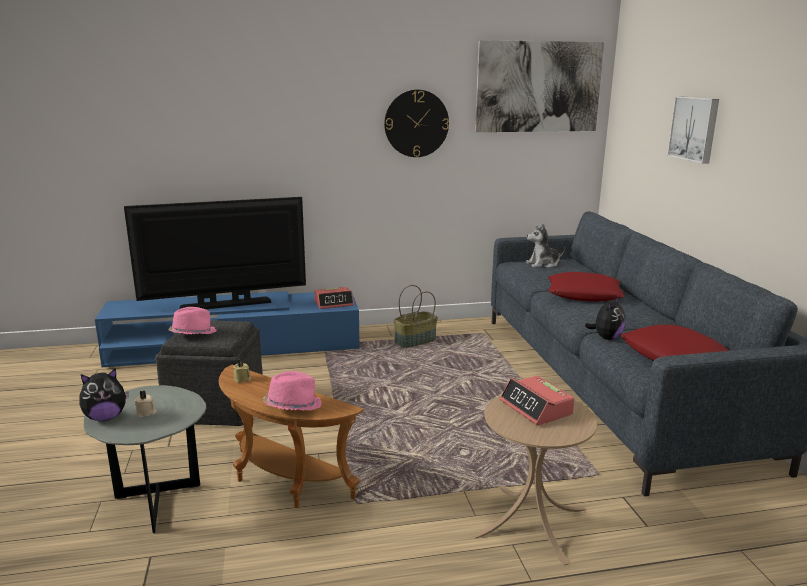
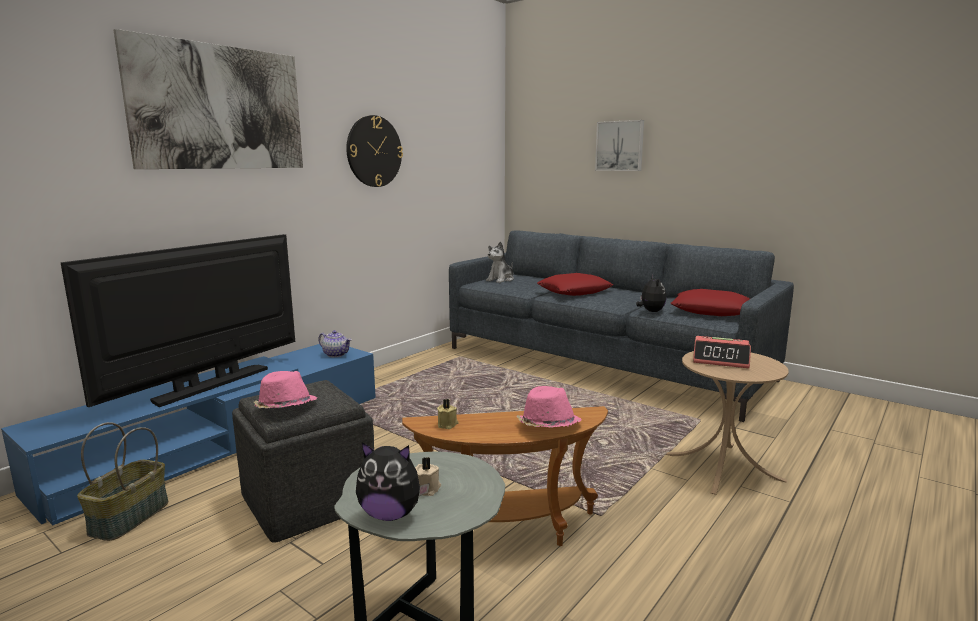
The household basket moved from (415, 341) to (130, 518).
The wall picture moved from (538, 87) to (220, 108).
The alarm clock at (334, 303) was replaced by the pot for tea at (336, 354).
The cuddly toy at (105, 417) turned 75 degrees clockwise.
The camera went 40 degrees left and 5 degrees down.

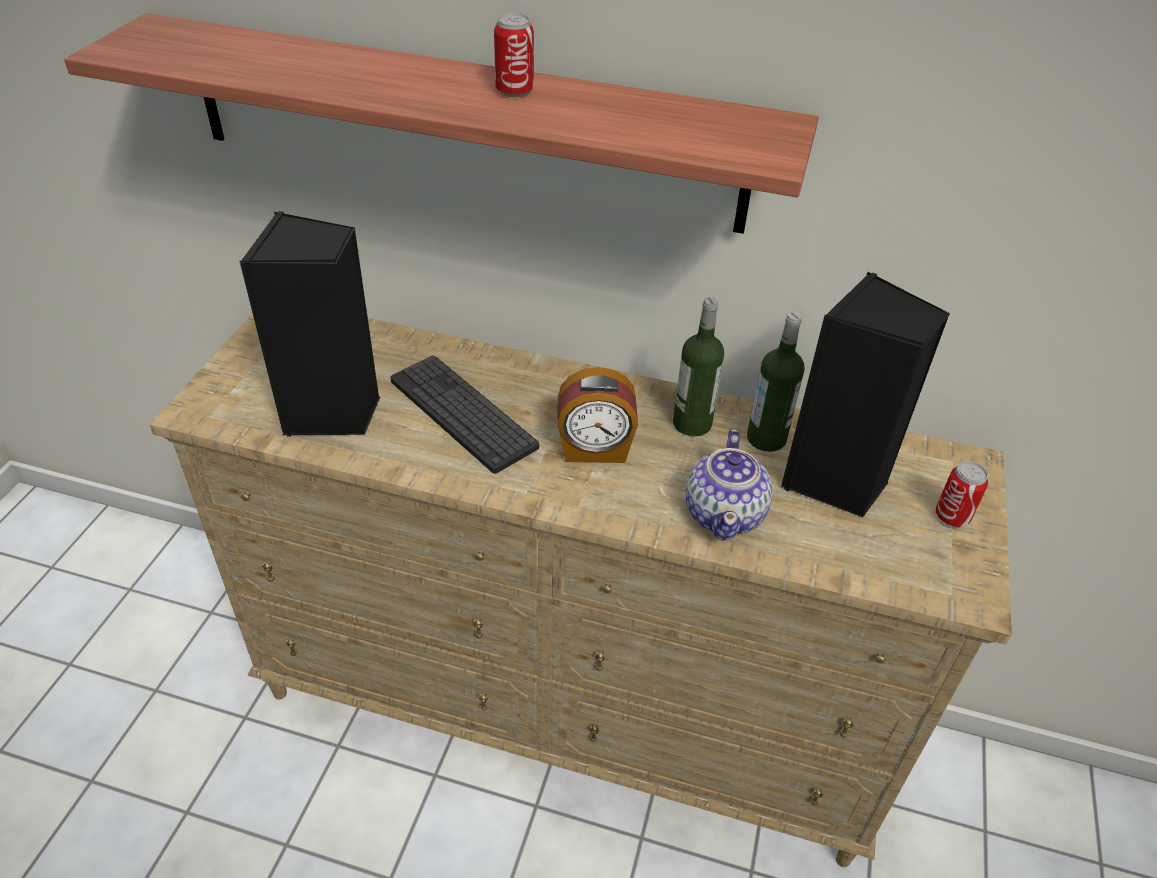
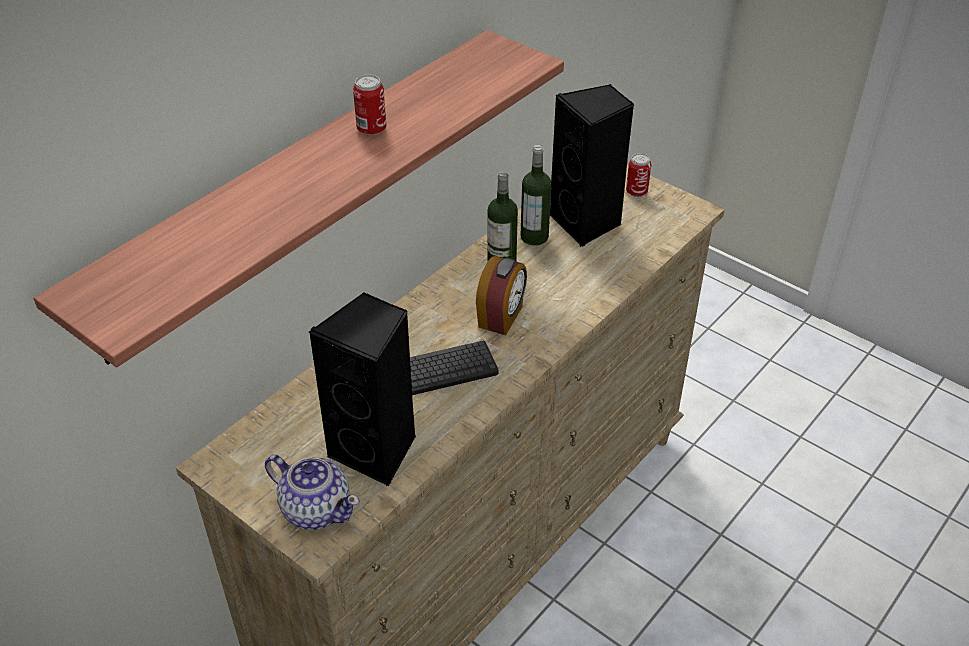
The pot for tea moved from (725, 513) to (316, 508).
The camera went 65 degrees left and 0 degrees up.

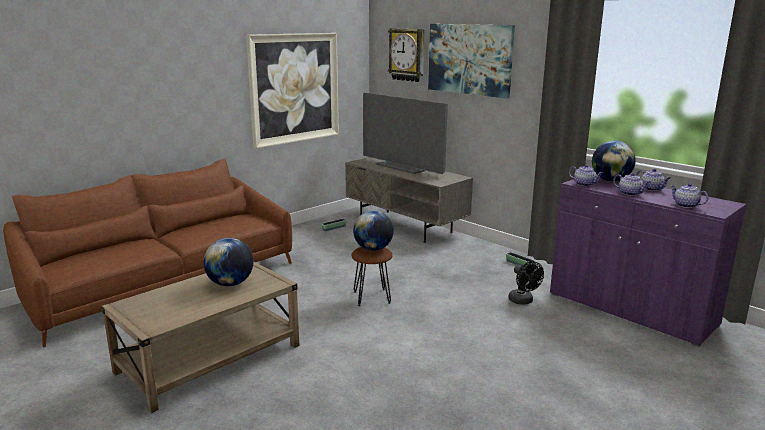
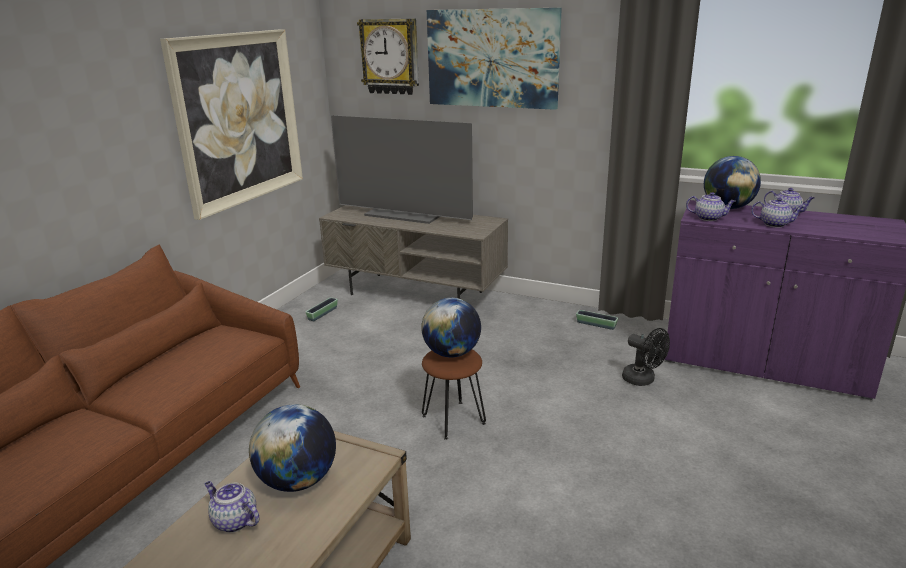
The pot for tea moved from (685, 205) to (234, 521).
The camera went 20 degrees left and 5 degrees up.

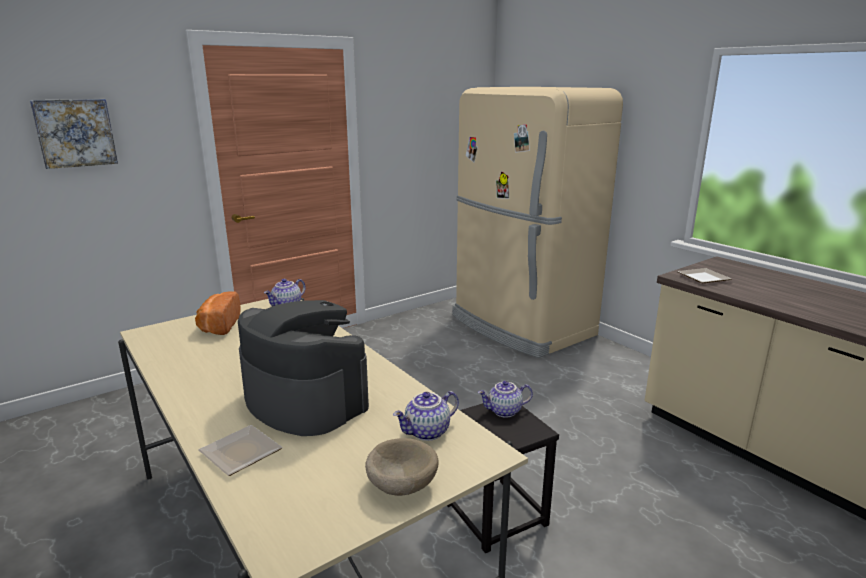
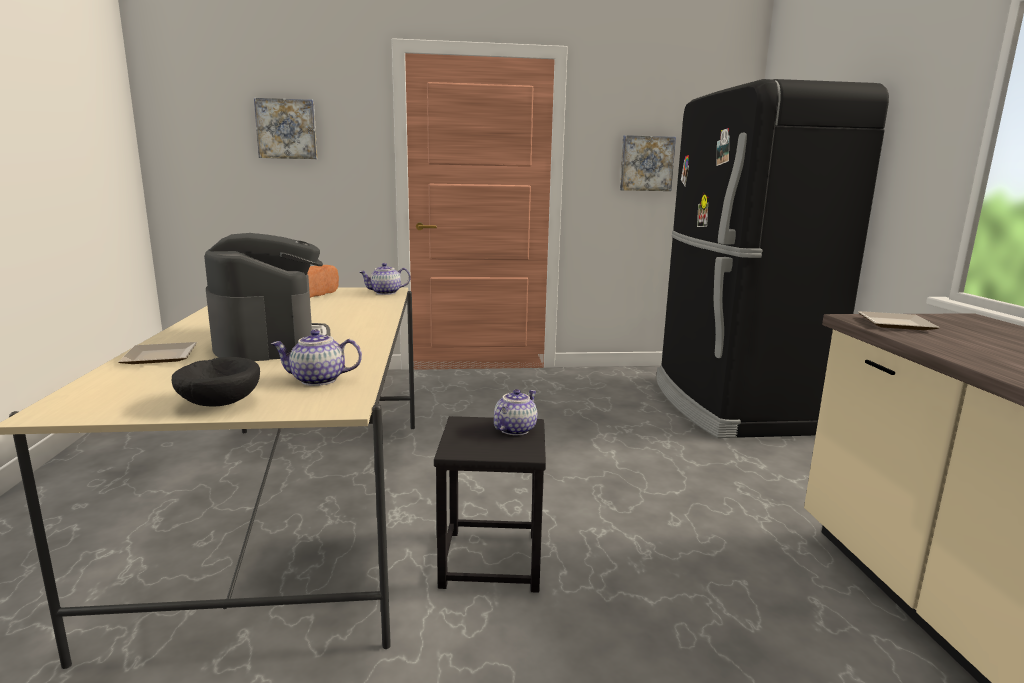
The bowl (sand-coloured) at (400, 485) became the bowl (blackish) at (219, 402).
The pot for tea at (504, 411) turned 105 degrees clockwise.
The wall picture at (646, 163) appeared.
The kitchen fridge (sand-coloured) at (521, 326) became the kitchen fridge (blackish) at (731, 405).
The camera went 30 degrees right and 5 degrees down.

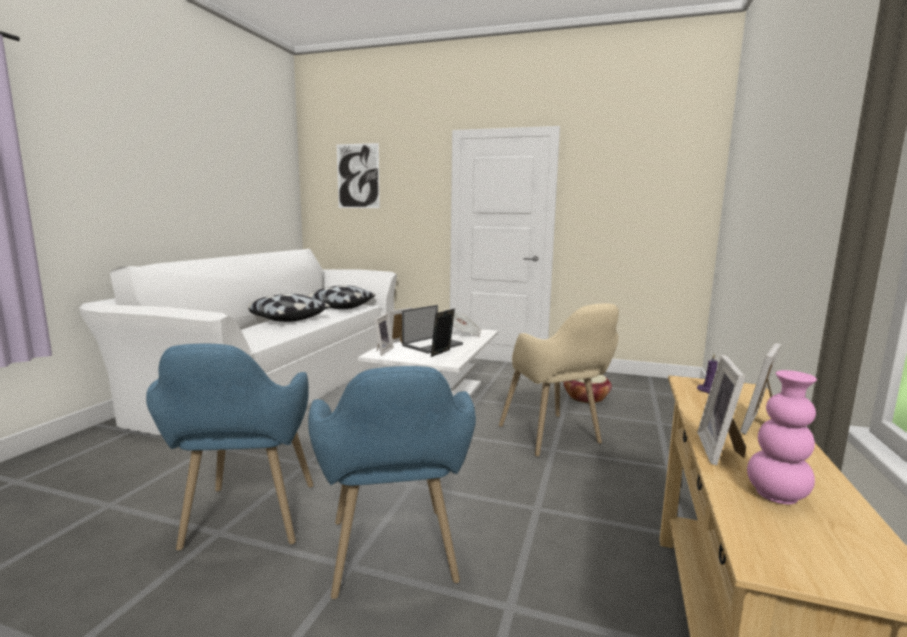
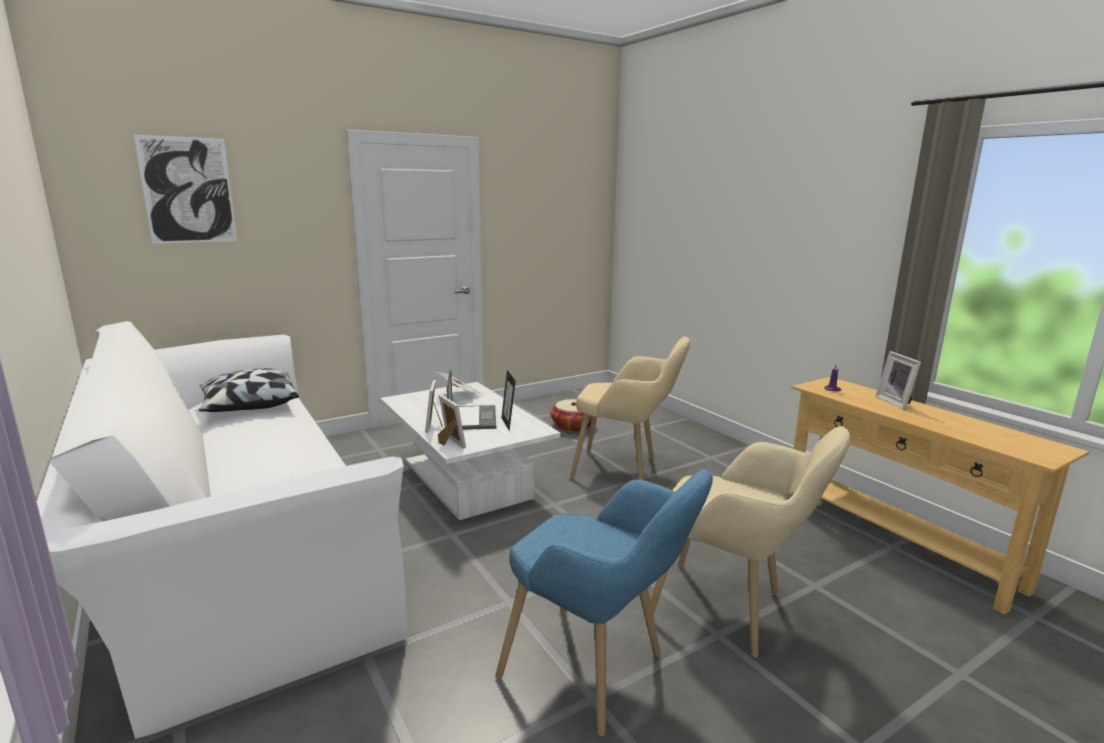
The lounge chair (bluish) at (393, 565) became the lounge chair (sand-coloured) at (733, 613).
The cushion at (285, 319) disappeared.
The photo frame at (721, 450) disappeared.
The vase (pink-coloured) at (776, 496) disappeared.
The camera went 50 degrees left and 5 degrees up.

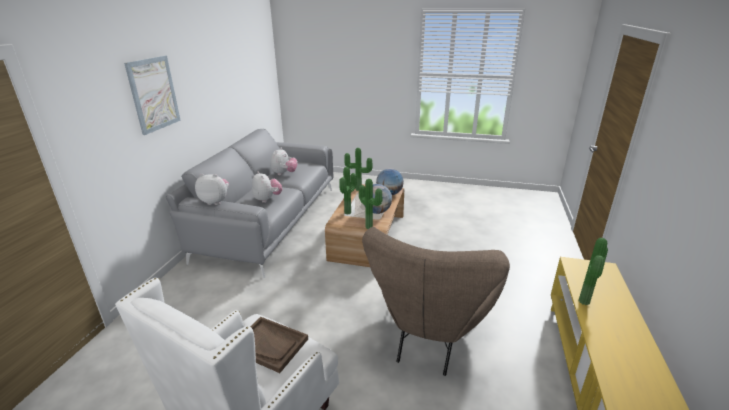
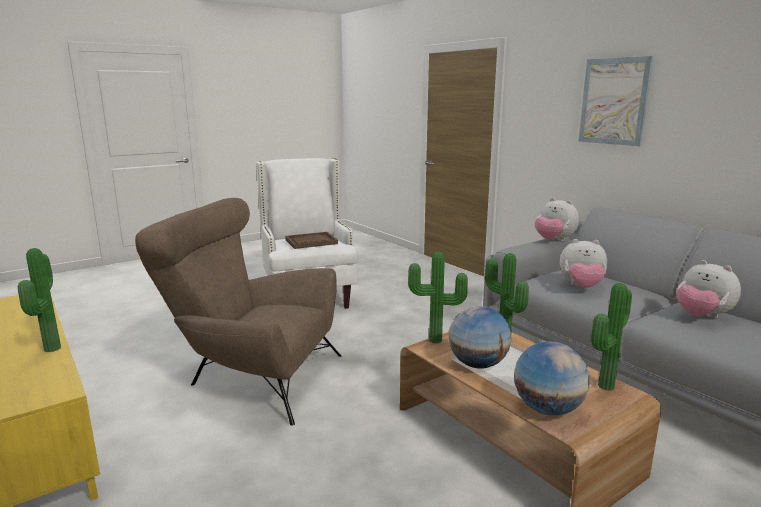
The lounge chair (brownish) at (430, 337) turned 45 degrees counterclockwise.
The cuddly toy at (215, 201) turned 90 degrees clockwise.
The camera went 130 degrees right and 10 degrees down.

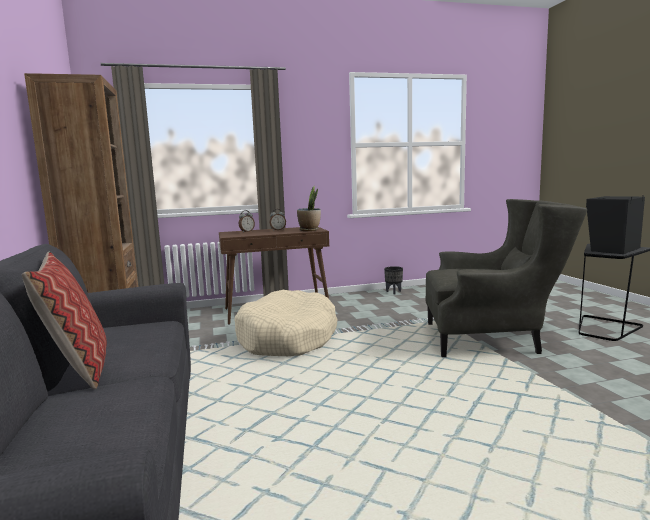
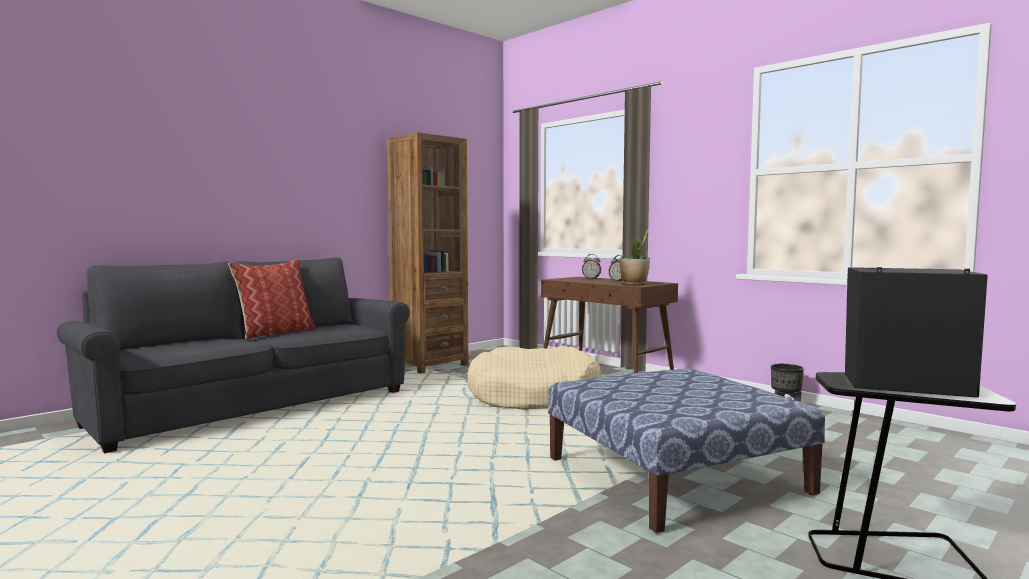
The lounge chair (grey) at (492, 339) was replaced by the pouffe at (674, 476).
The camera went 60 degrees right and 5 degrees down.

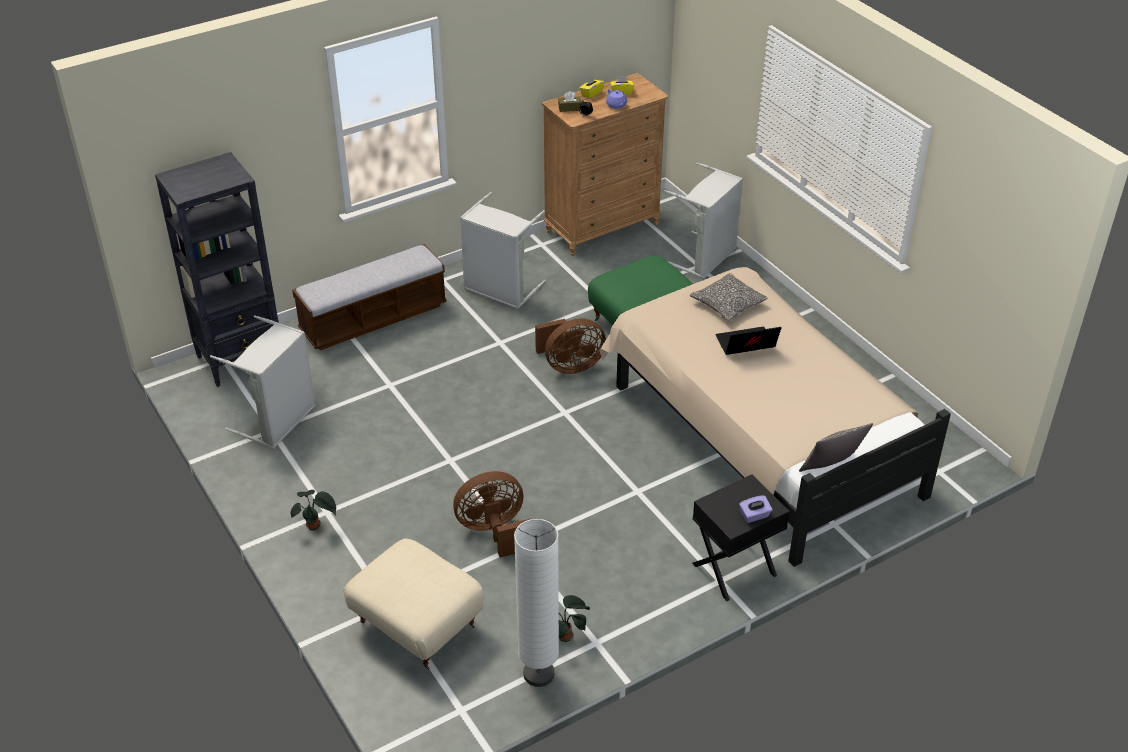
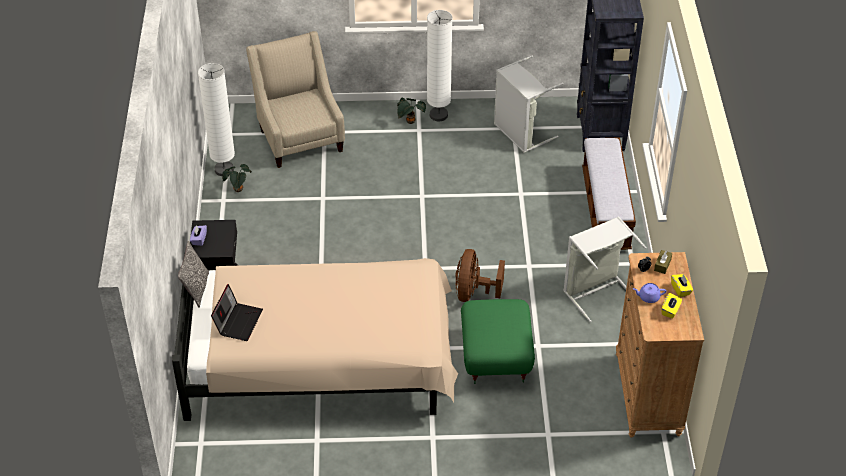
The laptop moved from (745, 345) to (238, 321).
The pouffe (sand-coloured) at (416, 626) was replaced by the lounge chair (sand-coloured) at (299, 136).
The floor lamp (white) at (438, 115) appeared.
The electric fan (brownish) at (495, 532) disappeared.
The washing basket (grey) at (705, 258) disappeared.
The cushion at (728, 304) disappeared.
The camera went 120 degrees right and 5 degrees up.

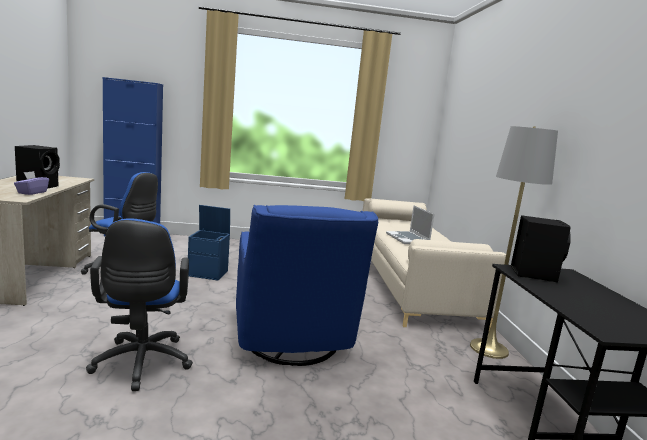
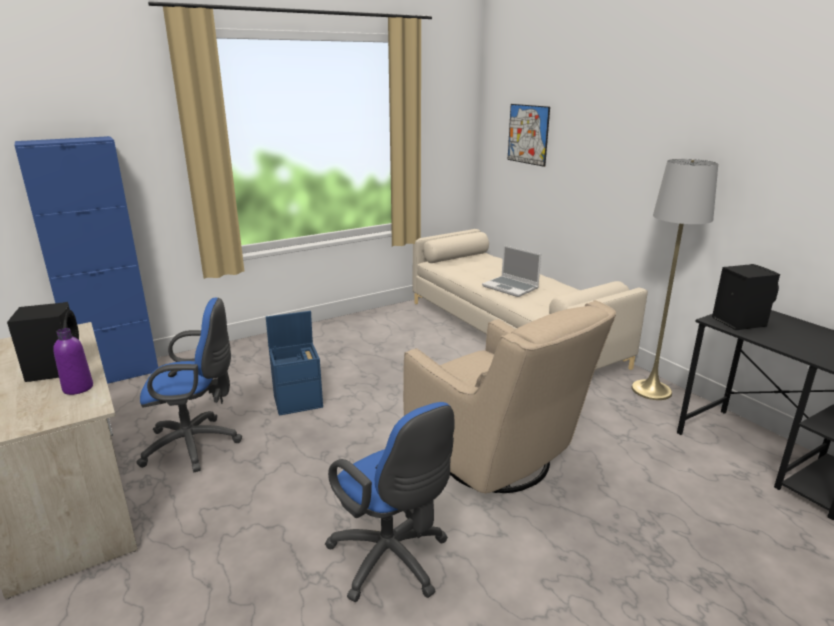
The tissue holder (purplish) at (32, 192) was replaced by the beverage bottle (purplish) at (78, 388).
The lounge chair (bluish) at (292, 343) became the lounge chair (sand-coloured) at (498, 461).
The wall picture at (528, 134) appeared.
The camera went 25 degrees left and 10 degrees up.

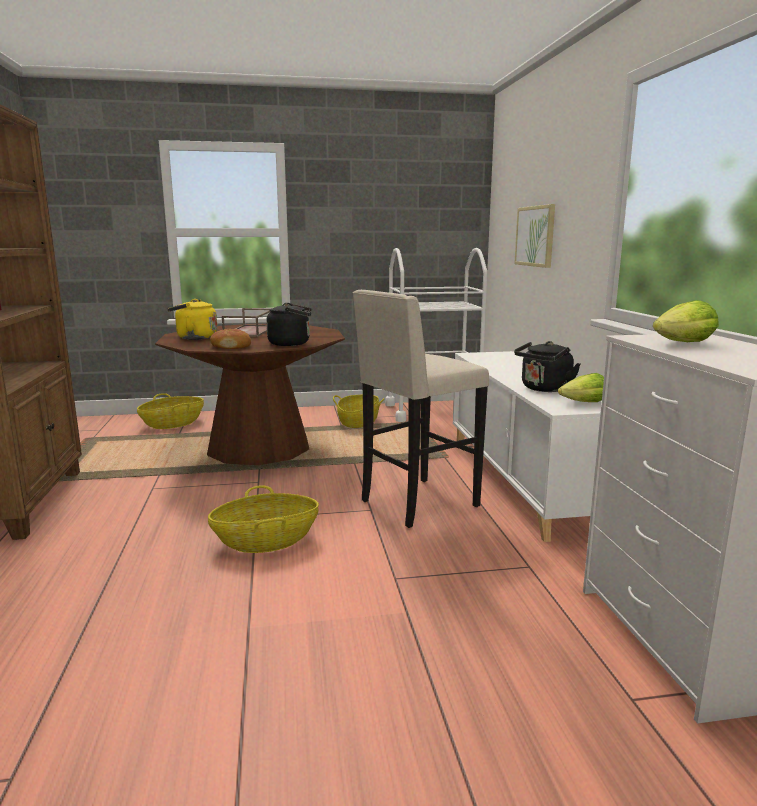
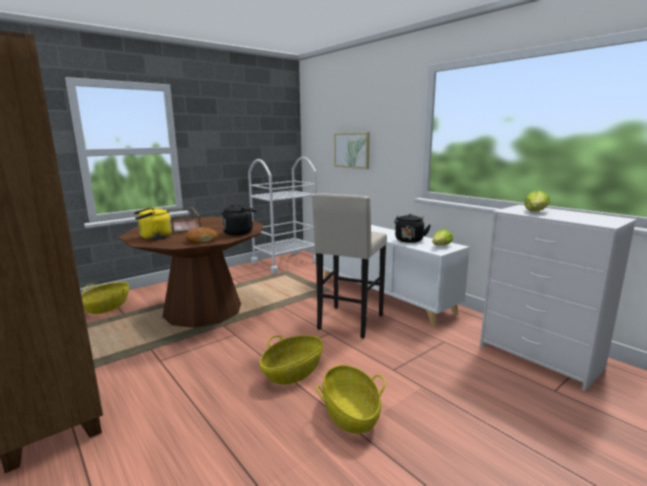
The household basket moved from (358, 422) to (350, 413).
The camera went 30 degrees left and 0 degrees up.

